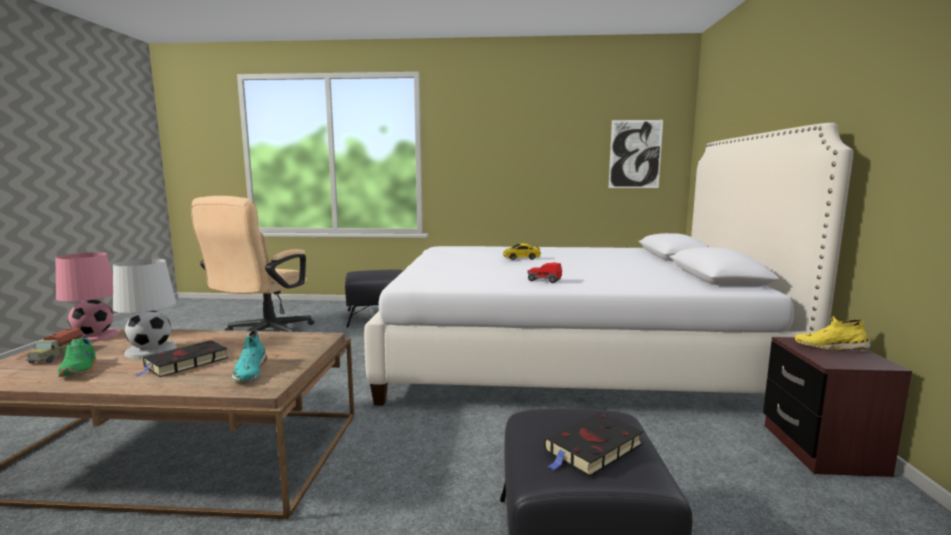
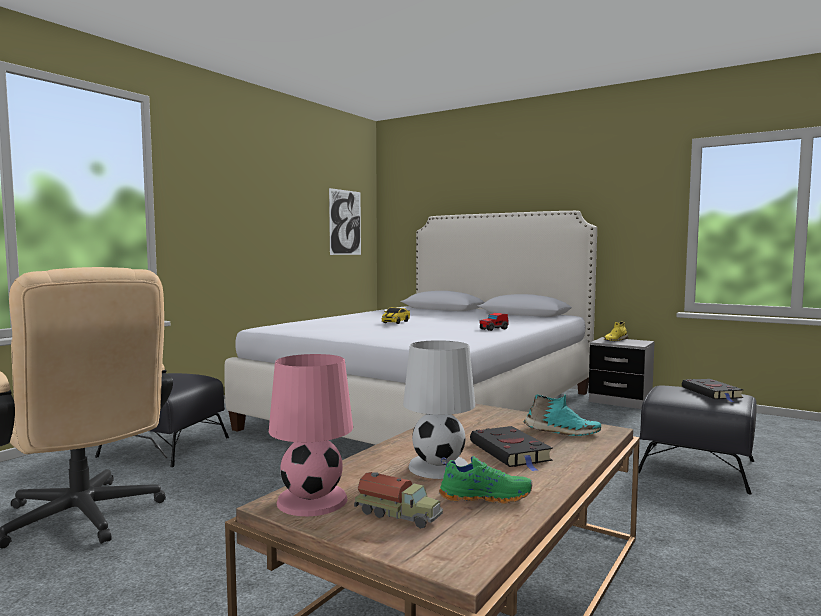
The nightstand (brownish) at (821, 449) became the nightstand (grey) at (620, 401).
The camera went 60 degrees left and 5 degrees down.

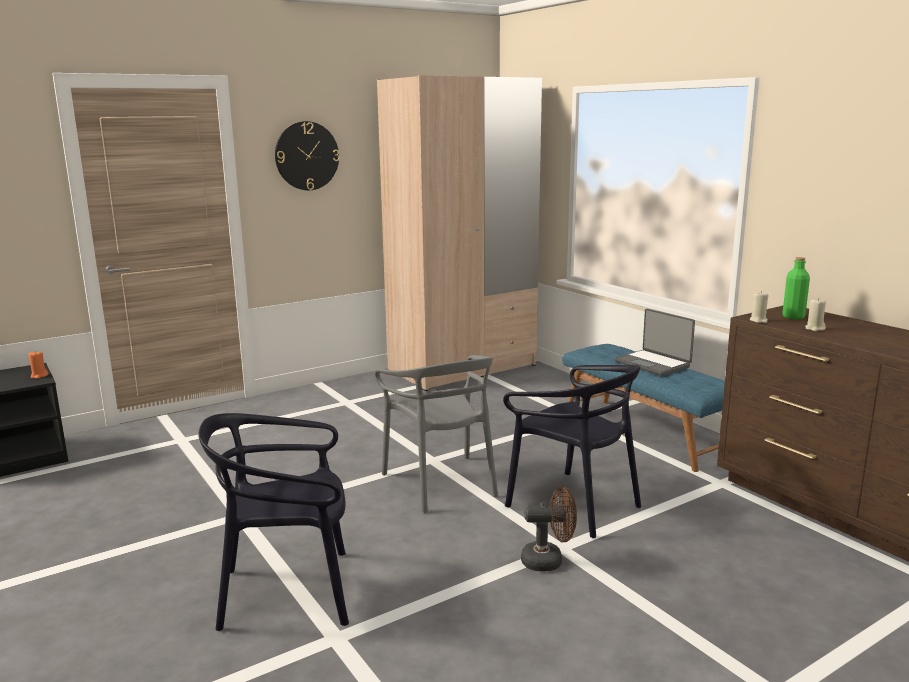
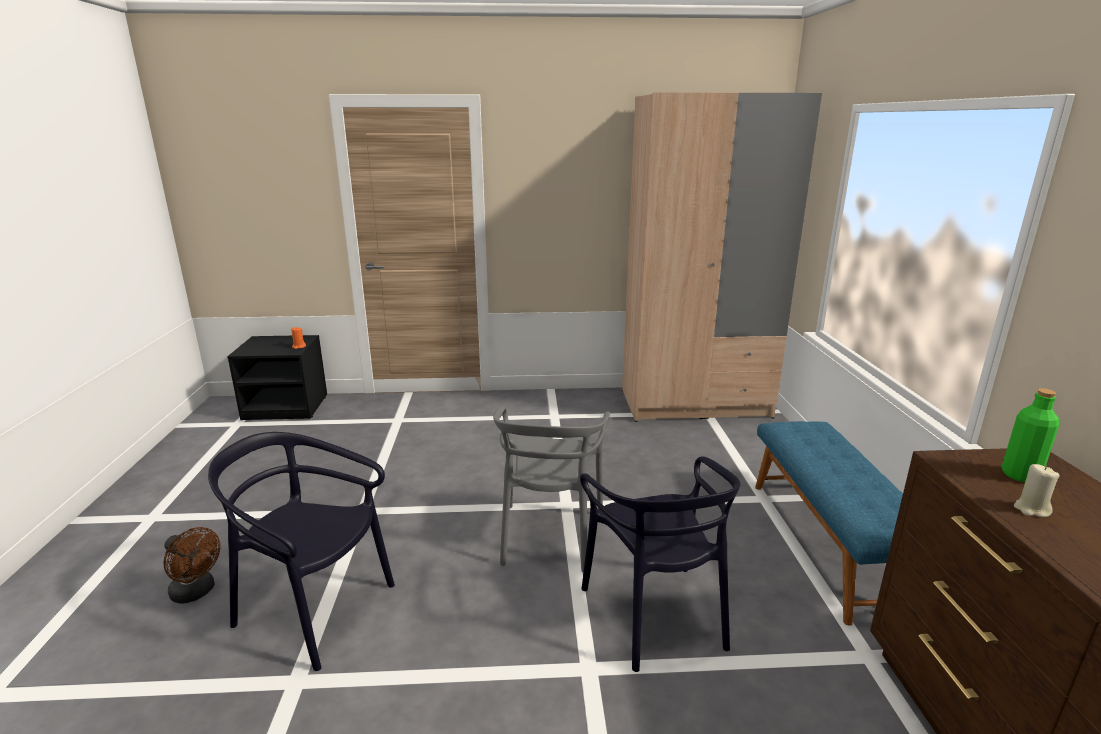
The electric fan (brownish) moved from (549, 560) to (197, 592).
The clock on the wall at (307, 156) disappeared.
The laptop at (653, 364) disappeared.
The wax candle (sand-coloured) at (758, 320) disappeared.
The camera went 30 degrees right and 5 degrees up.

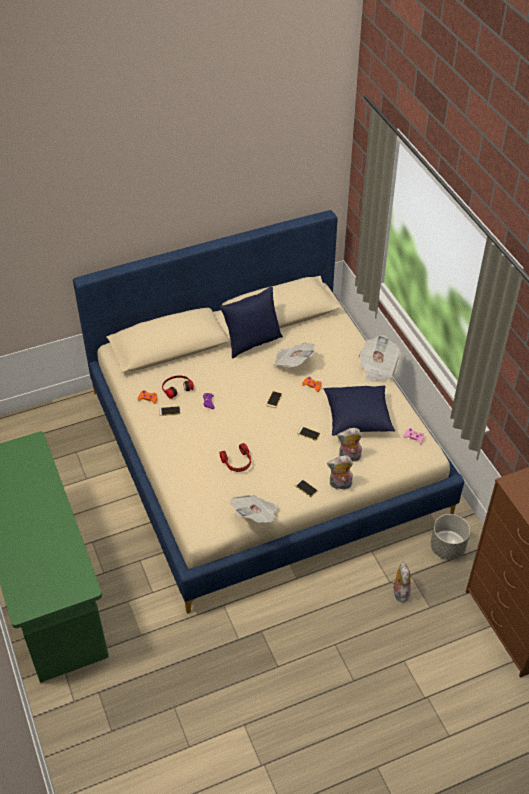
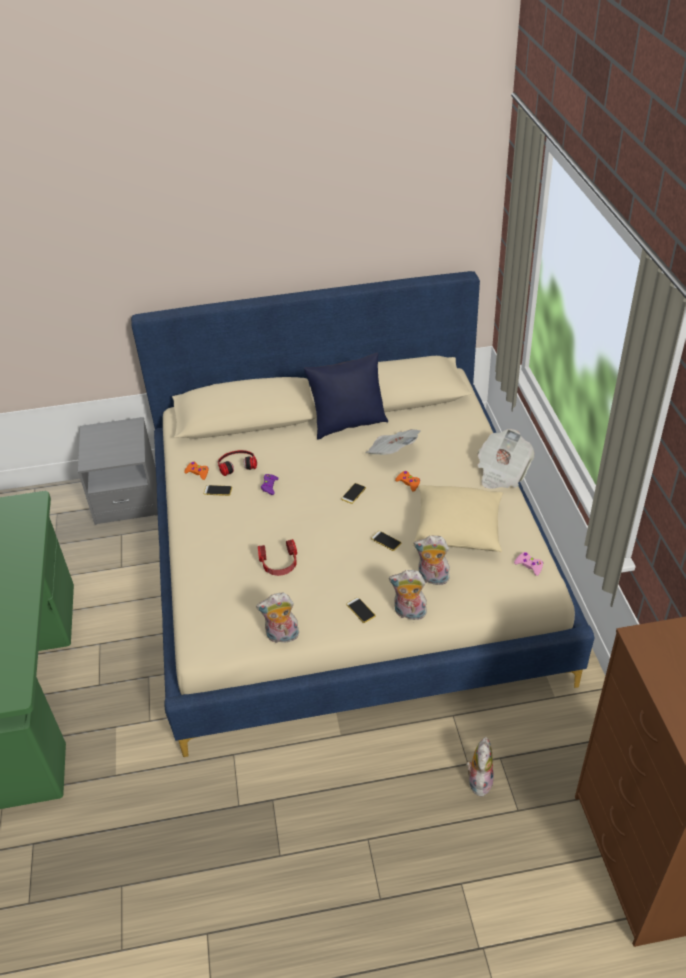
The nightstand (grey) at (126, 497) appeared.
The printed paper at (256, 516) was replaced by the cuddly toy at (282, 637).
The cushion (bluish) at (357, 419) became the cushion (sand-coloured) at (457, 531).
The plant pot (grey) at (447, 547) disappeared.
The camera went 15 degrees right and 5 degrees down.

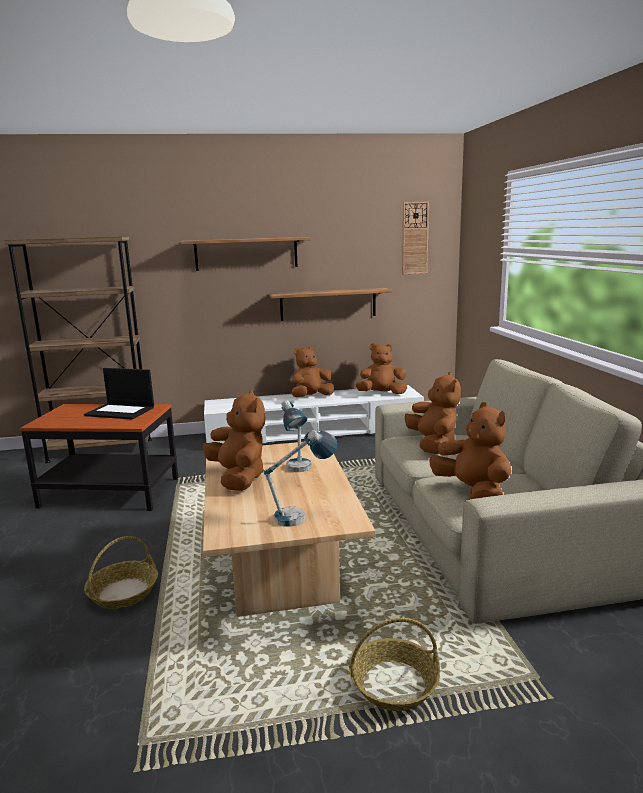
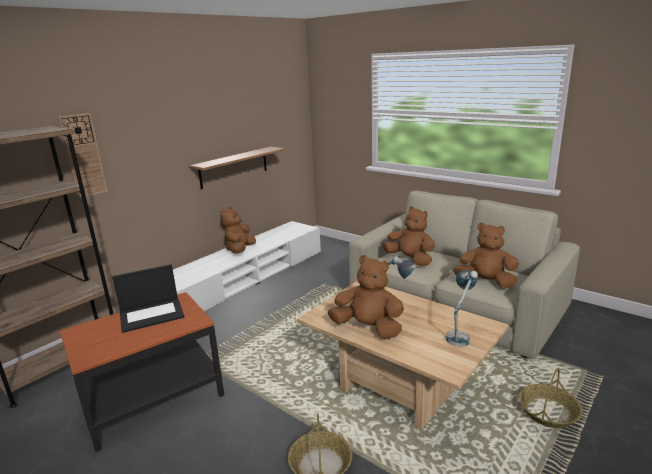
The clock on the wall moved from (415, 238) to (83, 156).
The bracket shelf at (246, 253) disappeared.
The cuddly toy (brownish) at (382, 394) disappeared.
The camera went 40 degrees left and 5 degrees up.

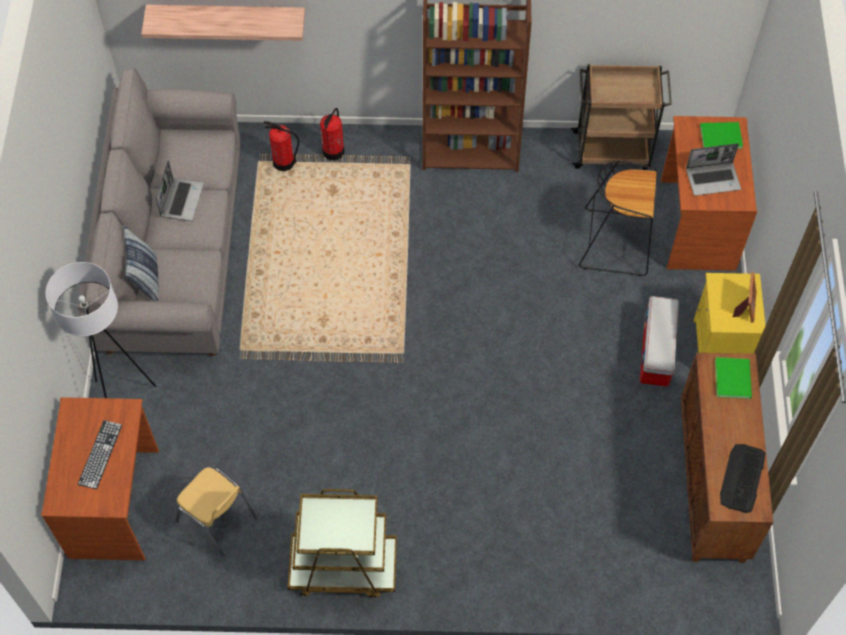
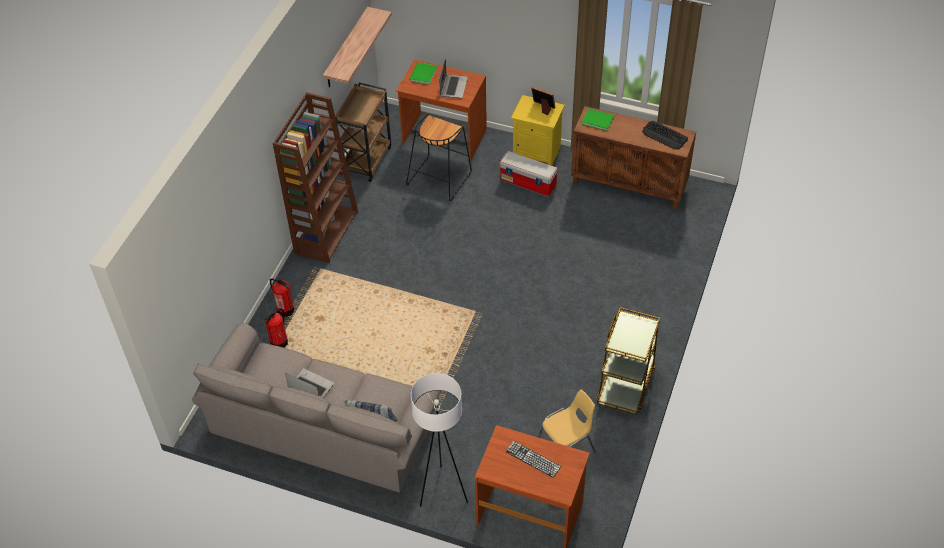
The bracket shelf moved from (227, 17) to (346, 48).
The camera went 70 degrees left and 10 degrees down.

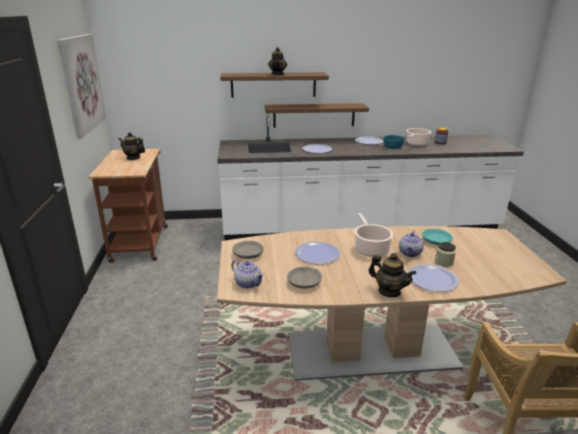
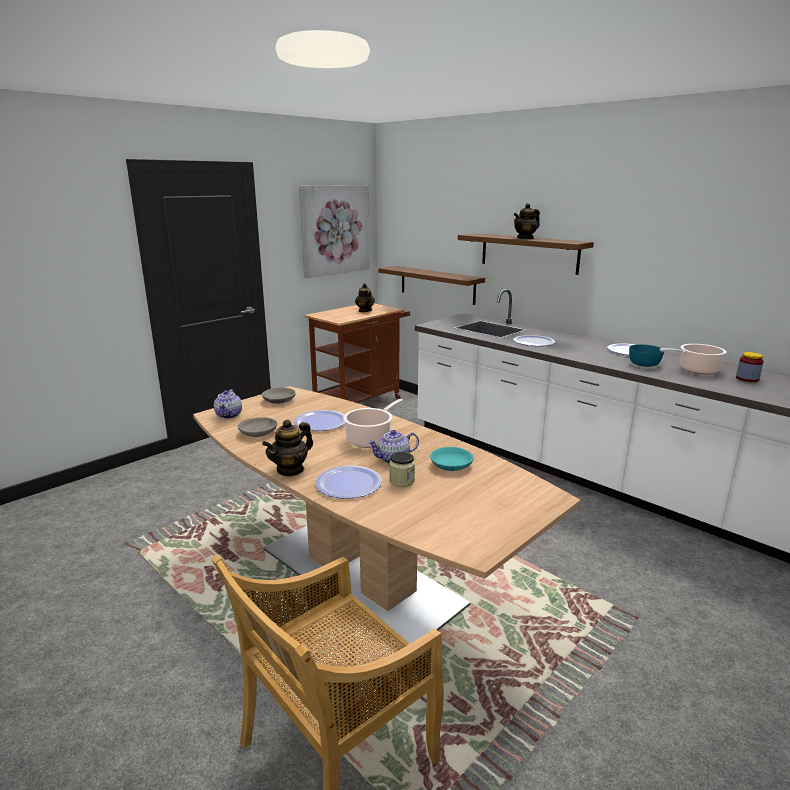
The pot for tea at (389, 291) turned 45 degrees clockwise.
The bracket shelf (brownish) moved from (314, 115) to (437, 284).
The camera went 50 degrees right and 5 degrees down.

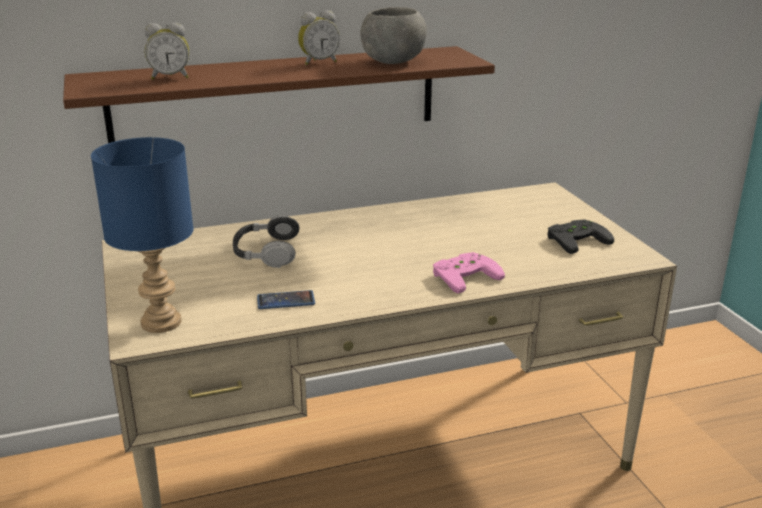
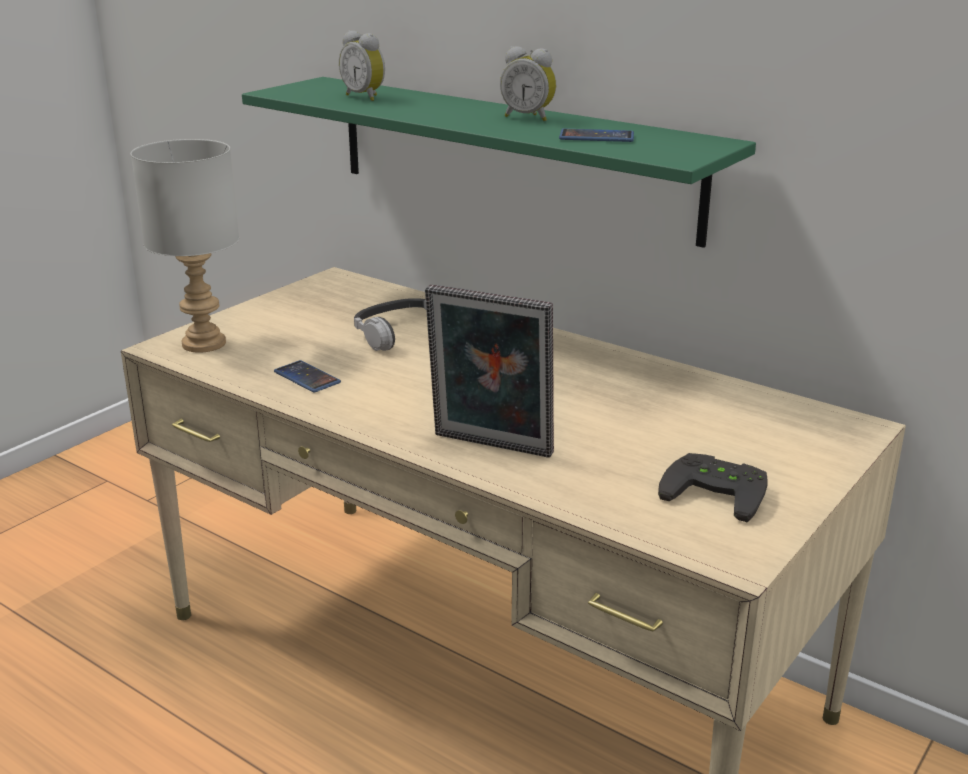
The lamp for a table (bluish) at (160, 323) became the lamp for a table (grey) at (202, 344).
The bracket shelf (brownish) at (276, 97) became the bracket shelf (greenish) at (511, 156).
The joypad (pink-coloured) at (463, 275) was replaced by the photo frame at (490, 447).
The bowl (grey) at (394, 62) was replaced by the telephone at (596, 137).
The camera went 55 degrees right and 0 degrees up.

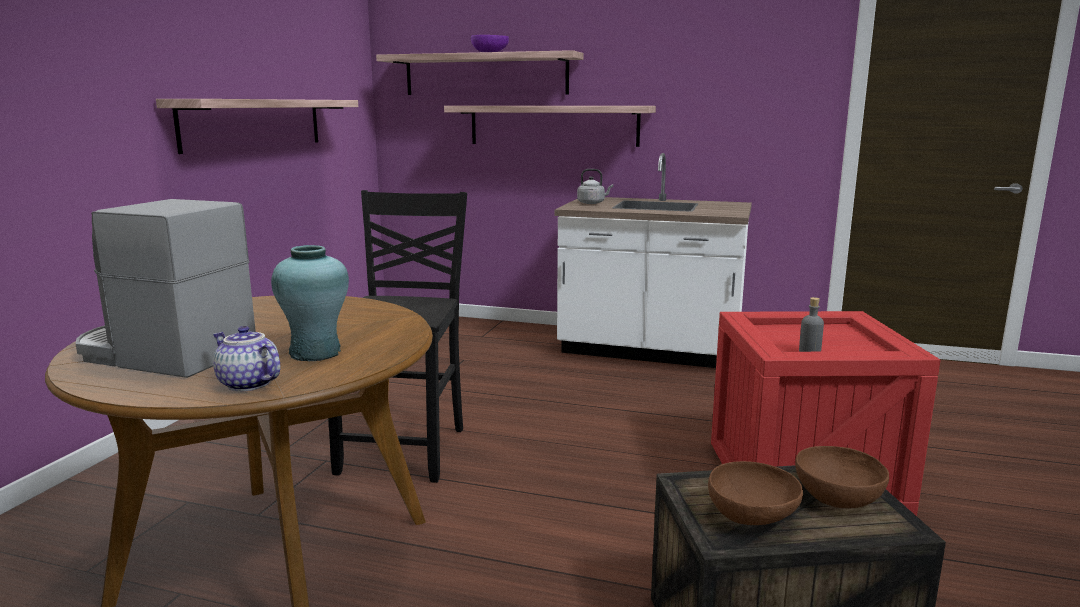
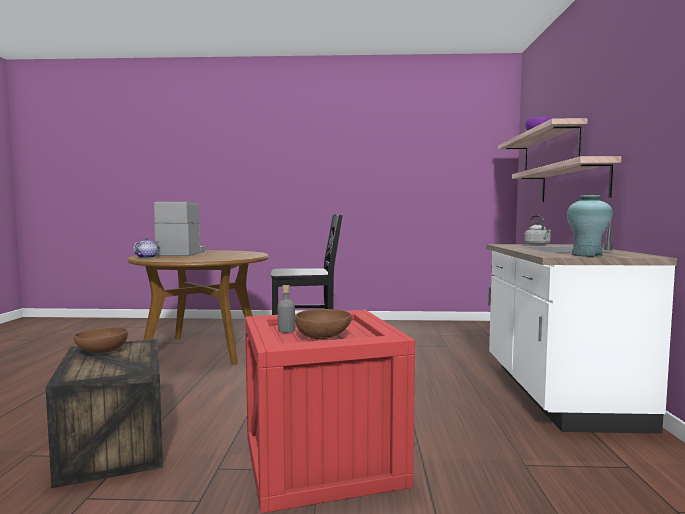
The bowl (brownish) moved from (837, 497) to (324, 337).
The vase (blue-green) moved from (315, 352) to (586, 255).
The bracket shelf at (254, 123) disappeared.
The camera went 75 degrees right and 10 degrees down.

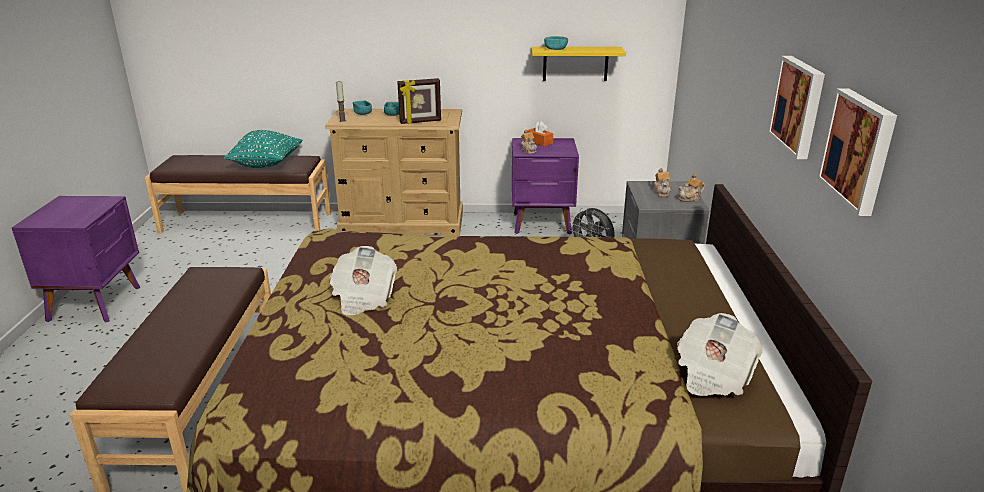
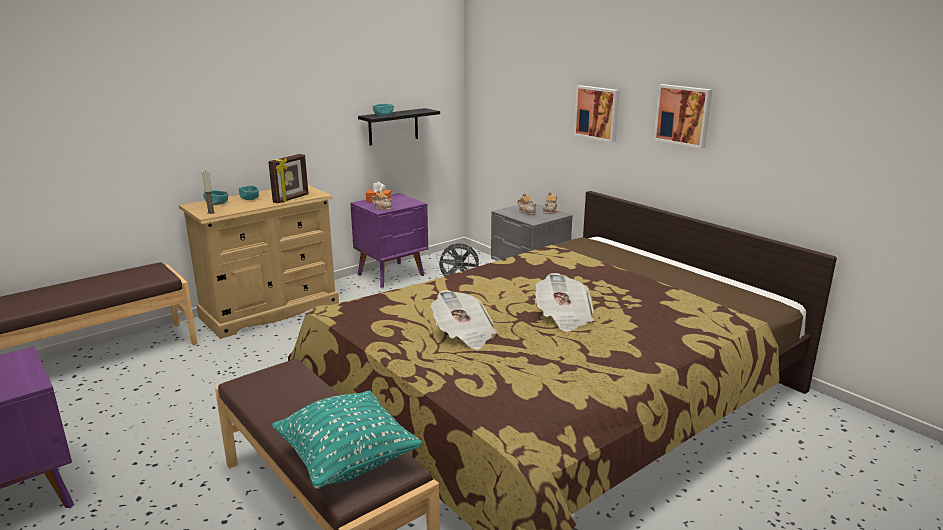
The cushion (blue-green) moved from (266, 164) to (347, 461).
The bracket shelf (yellowish) at (575, 63) became the bracket shelf (blackish) at (393, 126).
The printed paper moved from (713, 374) to (563, 317).
The wall picture moved from (859, 150) to (597, 113).
The camera went 40 degrees left and 5 degrees down.

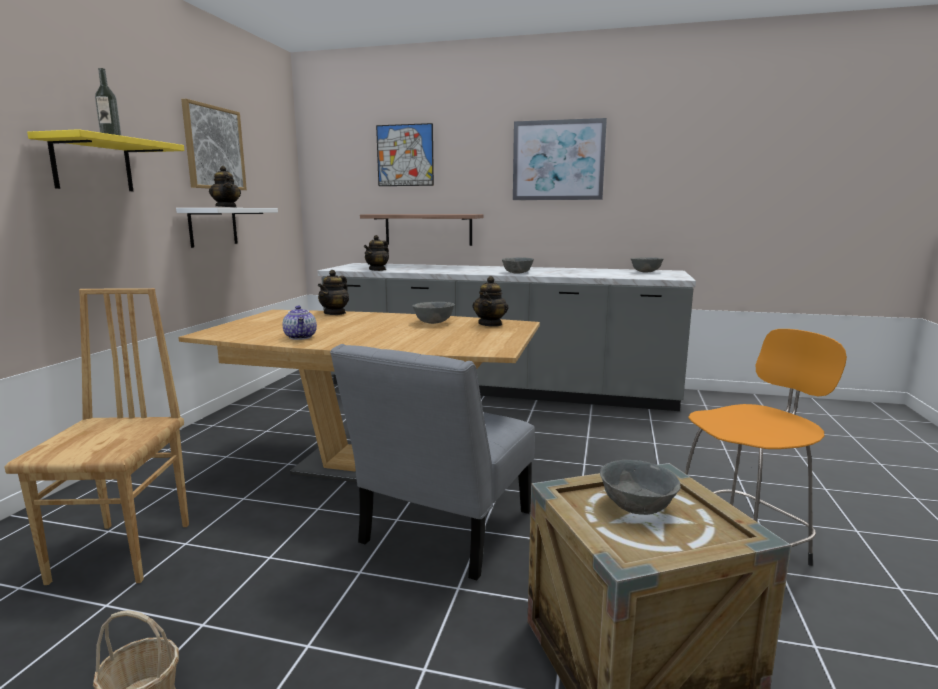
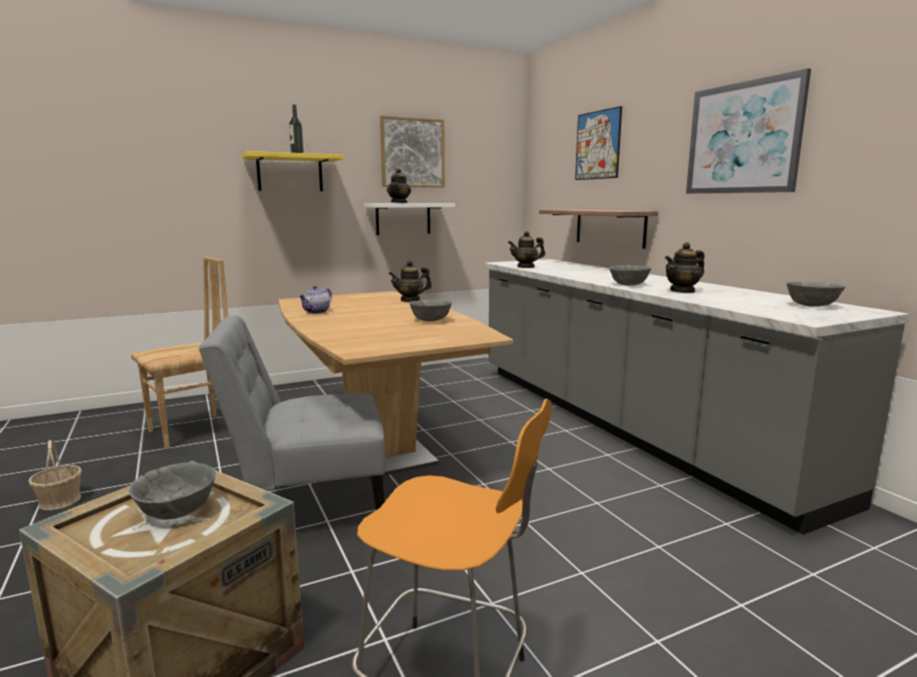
The pot for tea moved from (490, 324) to (682, 291).
The camera went 50 degrees right and 0 degrees up.

